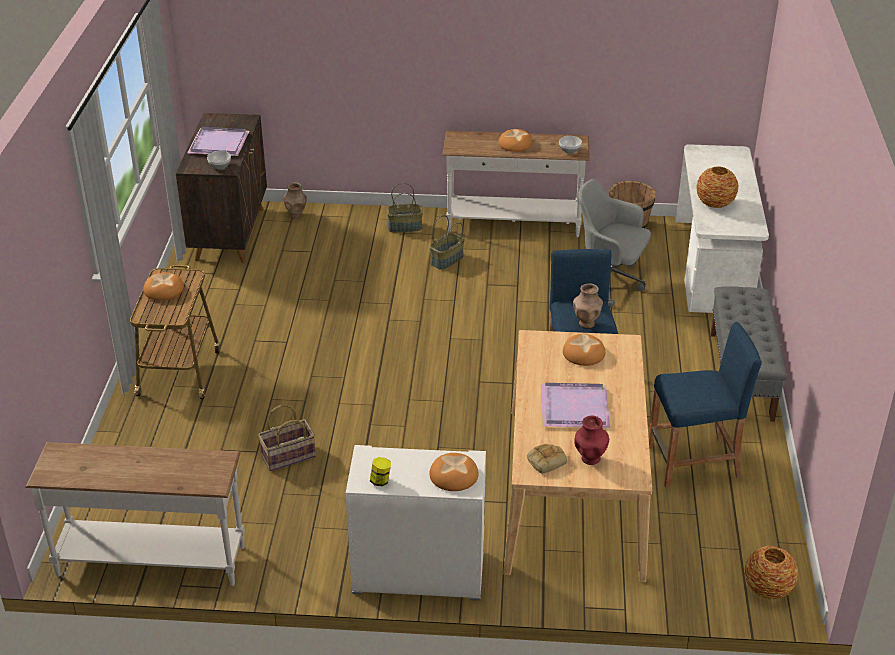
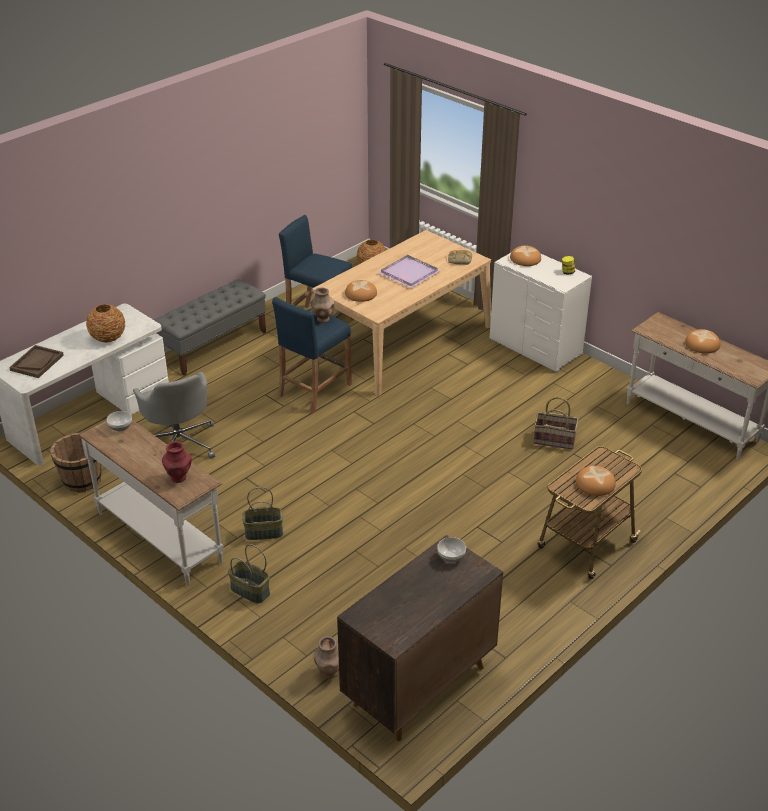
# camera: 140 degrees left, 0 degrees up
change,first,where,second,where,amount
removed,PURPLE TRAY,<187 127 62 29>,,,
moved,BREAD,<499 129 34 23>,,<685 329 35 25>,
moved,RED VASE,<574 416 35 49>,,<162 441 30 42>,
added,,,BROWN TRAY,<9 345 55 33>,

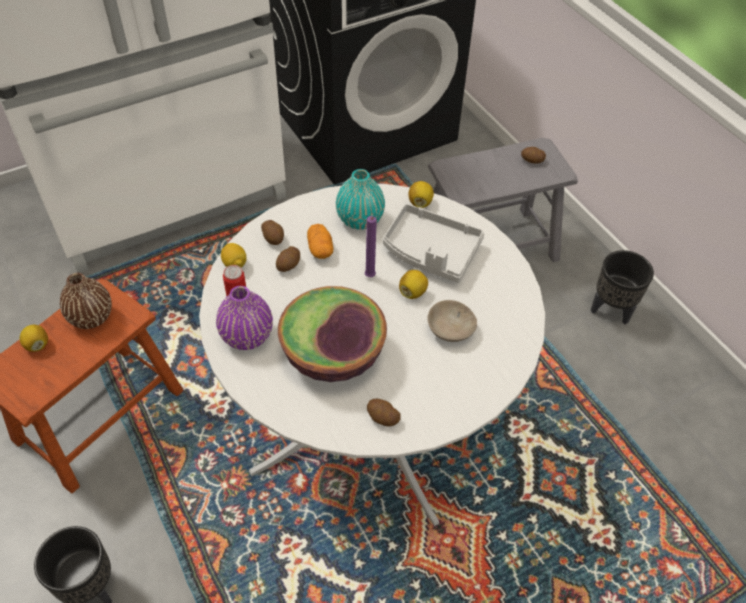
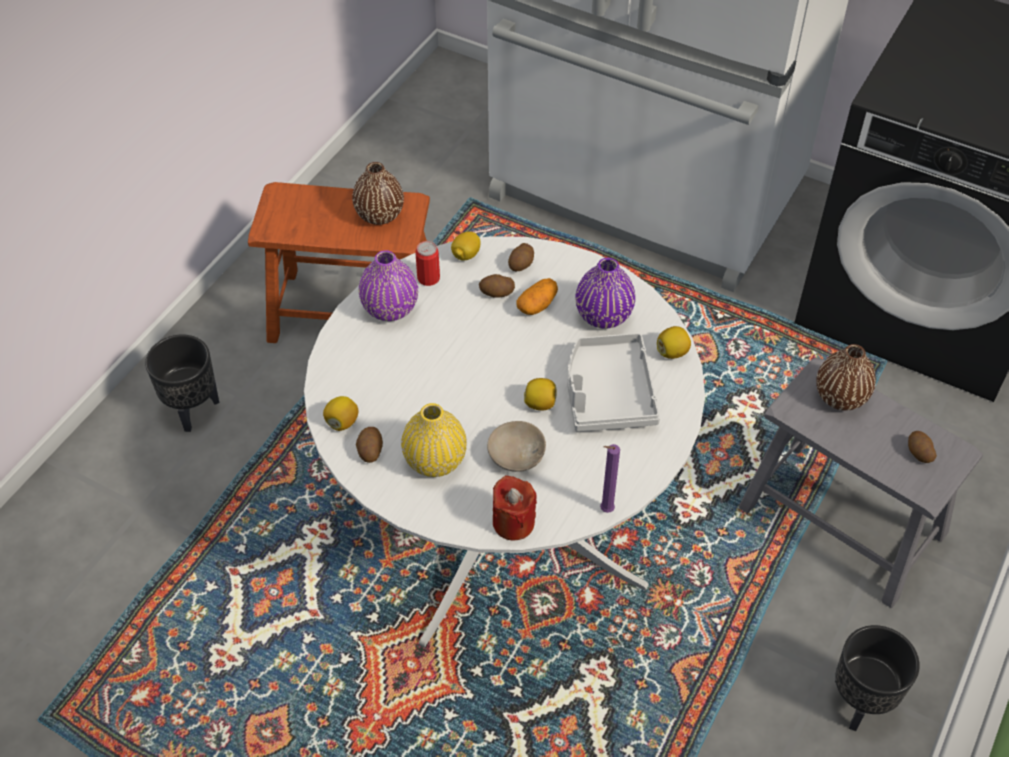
# camera: 60 degrees right, 0 degrees up
change,first,where,second,where,amount
recoloured,TURQUOISE VASE,<336 169 49 61>,PURPLE VASE,<576 258 59 71>,
moved,PURPLE CANDLE,<365 216 12 61>,,<600 444 20 69>,
removed,BOWL,<278 286 109 96>,,,
moved,LEMON,<20 325 28 27>,,<323 396 36 35>,
added,,,BROWN VASE,<816 344 60 67>,
added,,,YELLOW VASE,<401 403 66 74>,
added,,,RED CANDLE,<493 475 44 65>,

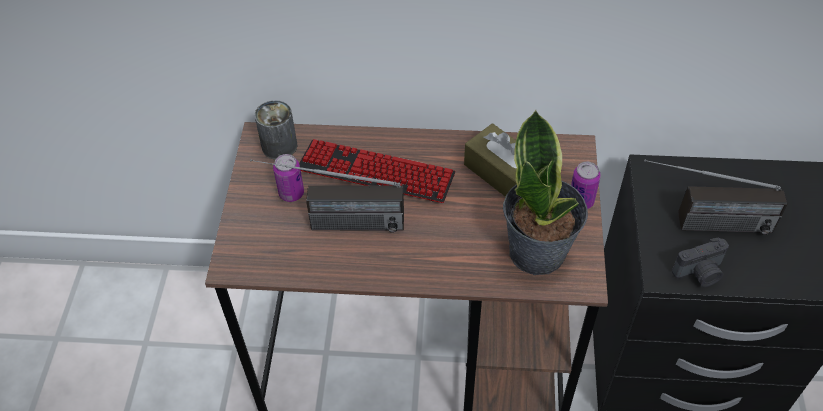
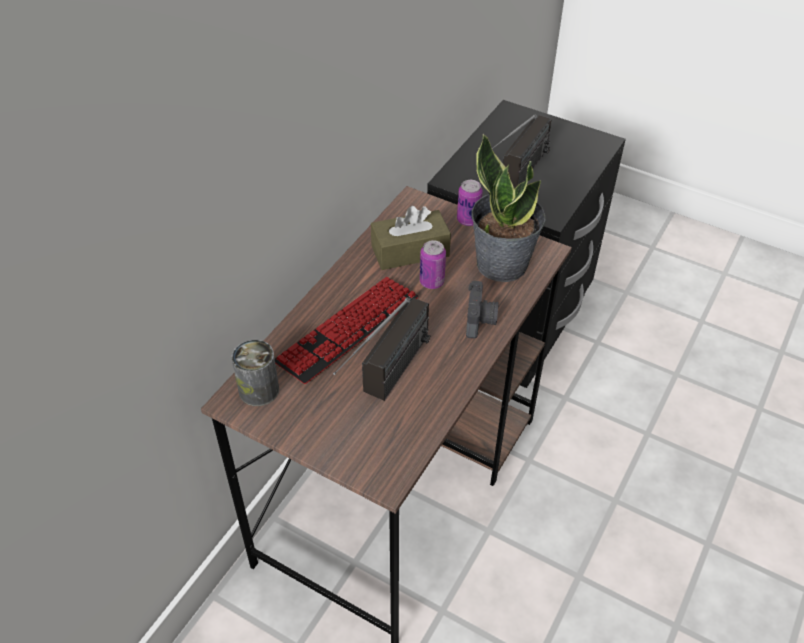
# camera: 65 degrees left, 5 degrees down
change,first,where,second,where,amount
moved,CAN,<273 154 31 48>,,<420 240 26 49>,
moved,PHOTO CAMERA,<672 237 57 50>,,<466 281 33 58>,

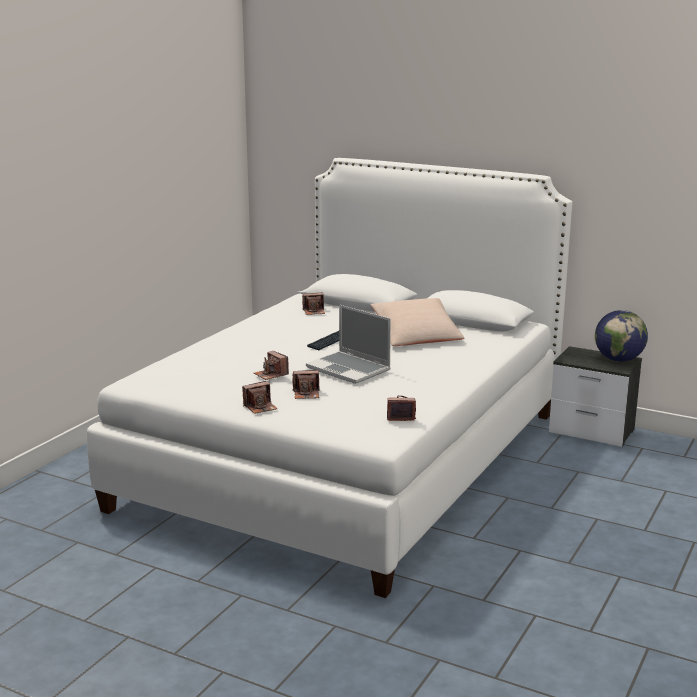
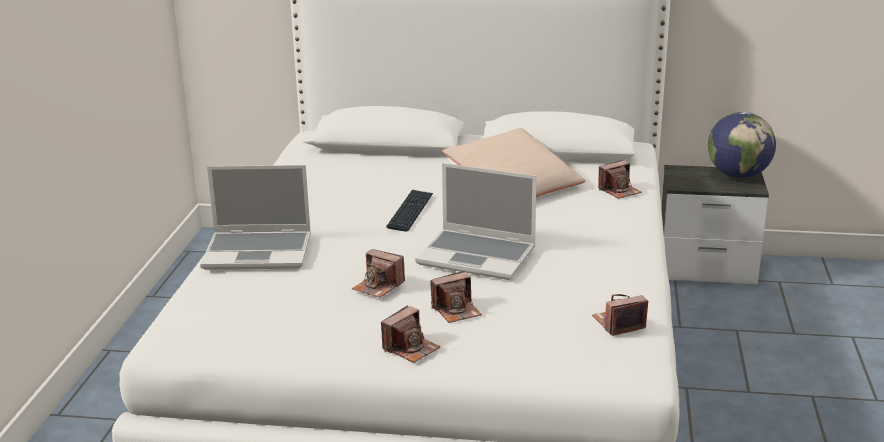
# camera: 20 degrees left, 5 degrees up
change,first,where,second,where,amount
moved,PHOTO CAMERA,<302 293 23 22>,,<598 160 44 39>,
added,,,LAPTOP,<200 165 111 105>,

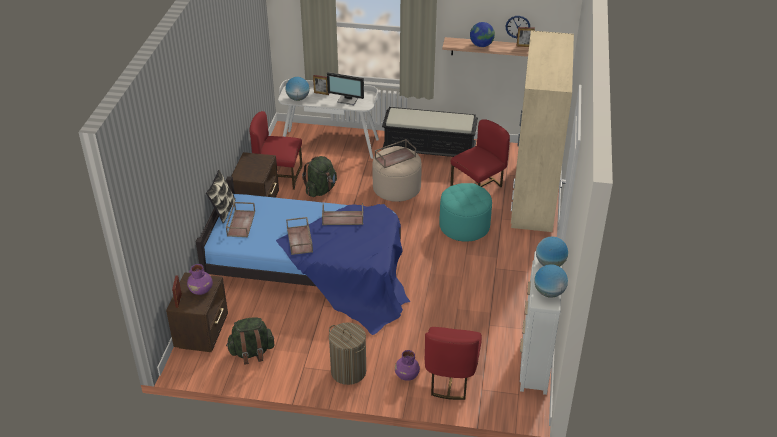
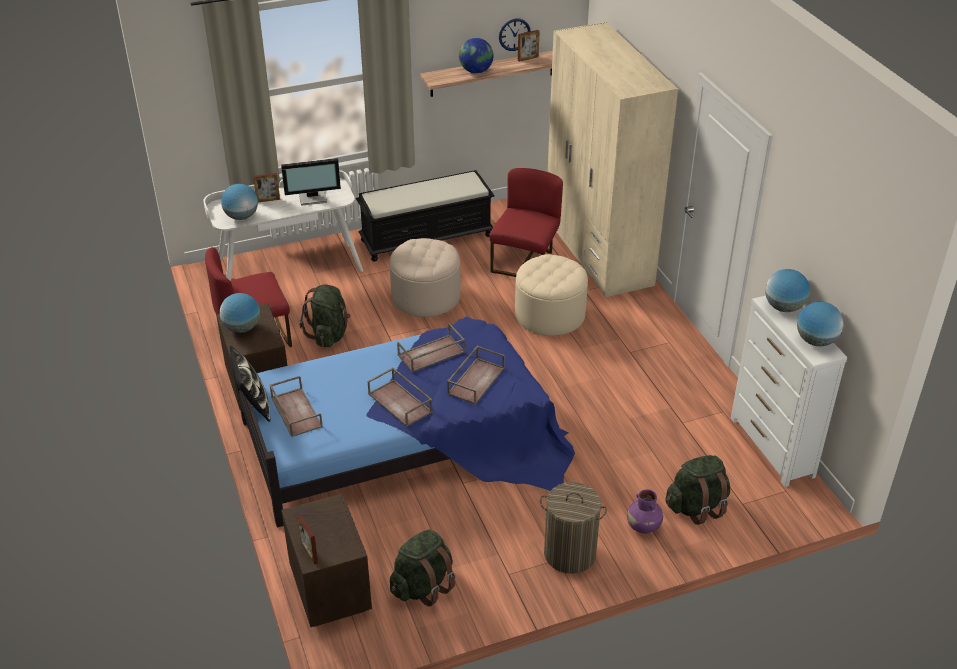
# camera: 30 degrees left, 0 degrees up
change,first,where,second,where,amount
moved,BROWN TRAY,<375 139 41 29>,,<447 346 58 59>,
recoloured,TURQUOISE OTTOMAN,<439 183 53 59>,BEIGE OTTOMAN,<515 254 73 82>,
removed,PURPLE VASE,<187 264 26 31>,,,
replaced,RED CHAIR,<425 327 57 73>,GREEN BACKPACK,<665 455 65 70>,
added,,,GLOBE,<220 293 40 40>,

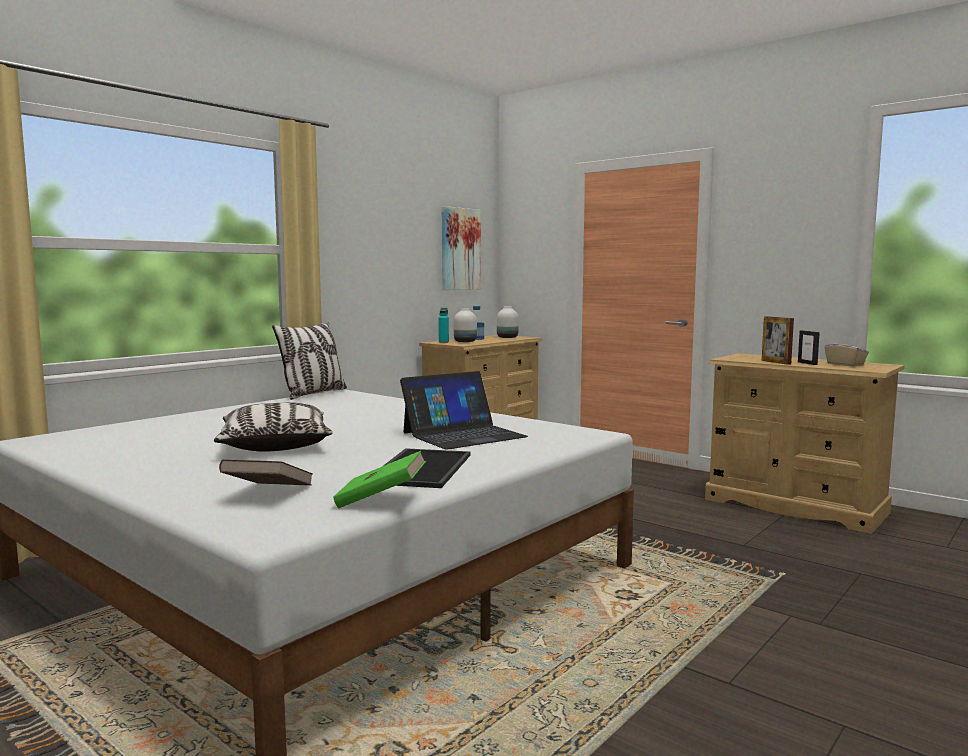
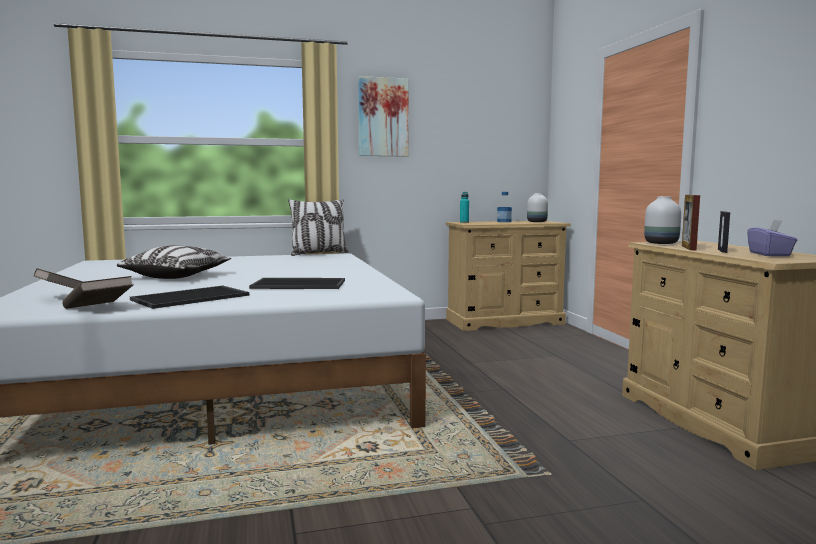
# camera: 35 degrees right, 0 degrees up
change,first,where,second,where,amount
moved,PICTURE,<442 206 39 84>,,<358 76 51 81>,
moved,WHITE VASE,<454 309 23 33>,,<644 196 37 48>,
recoloured,BEIGE TISSUE BOX,<825 337 44 29>,PURPLE TISSUE BOX,<747 220 50 36>,
replaced,LAPTOP,<400 371 128 79>,TRAY,<249 278 96 11>,
recoloured,GREEN BOOK,<333 451 93 57>,BROWN BOOK,<63 276 71 33>,

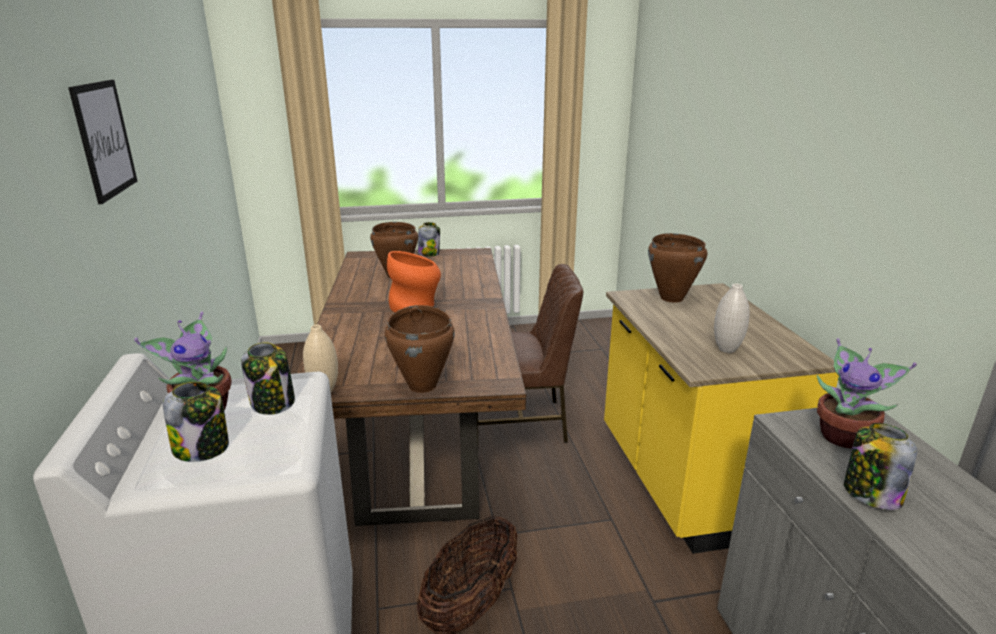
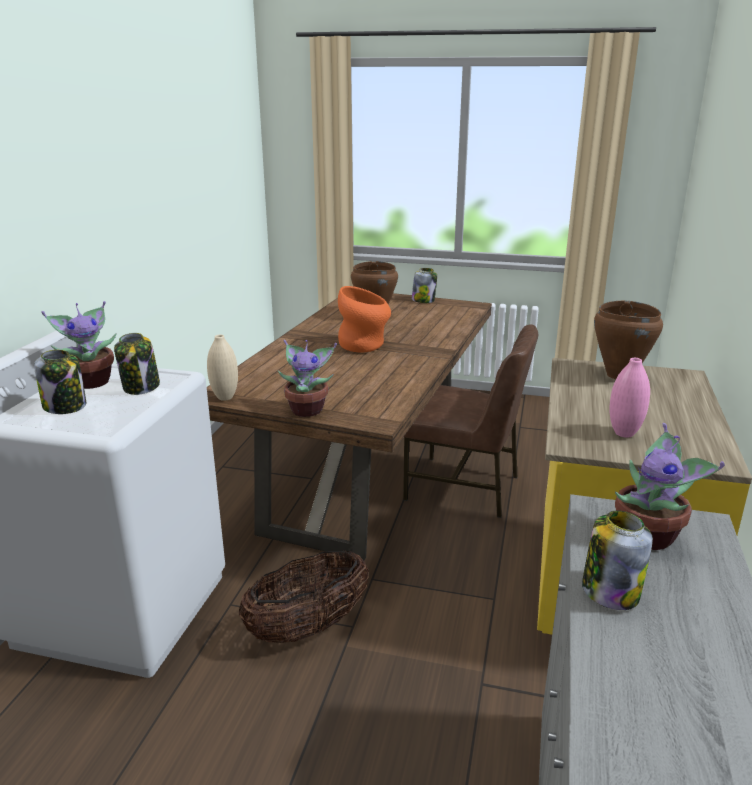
# camera: 25 degrees right, 0 degrees up
change,first,where,second,where,amount
removed,PICTURE,<68 80 69 124>,,,
recoloured,WHITE VASE,<714 283 36 70>,PINK VASE,<609 358 41 80>,
replaced,BROWN COOKING POT,<385 305 70 88>,POTTED PLANT,<278 340 59 77>,

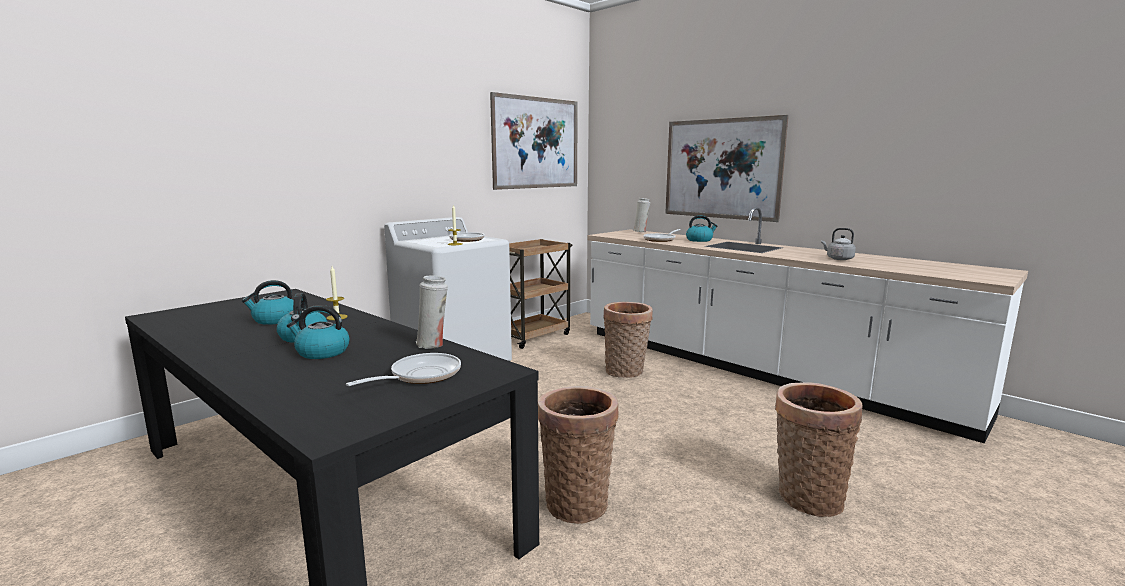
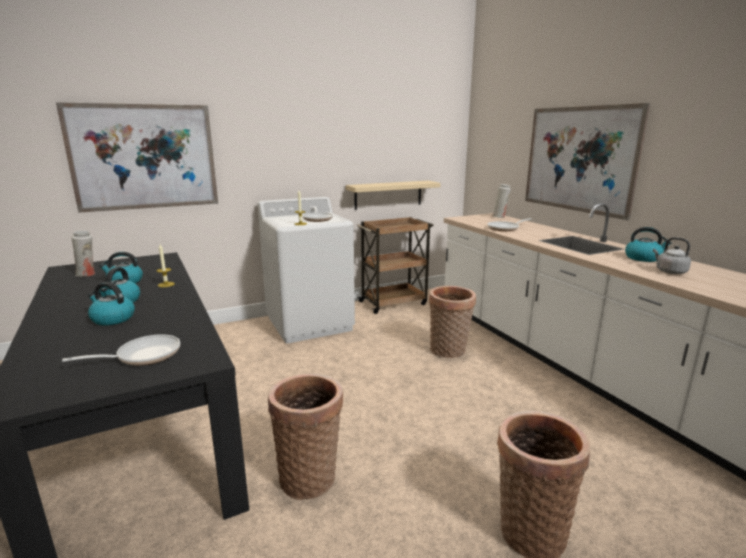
# camera: 20 degrees right, 5 degrees up
change,first,where,second,where,amount
moved,PICTURE,<490 92 88 98>,,<56 102 162 111>,
moved,KETTLE,<686 215 32 27>,,<625 227 47 35>,
moved,WHITE VASE,<416 275 32 74>,,<71 231 24 46>,
added,,,BEIGE SHELF,<346 181 95 29>,

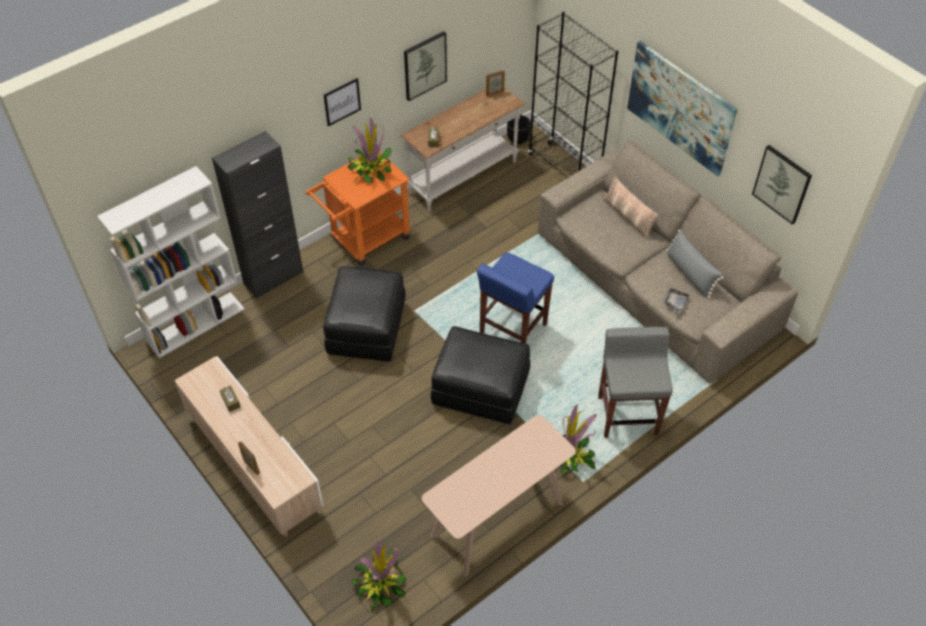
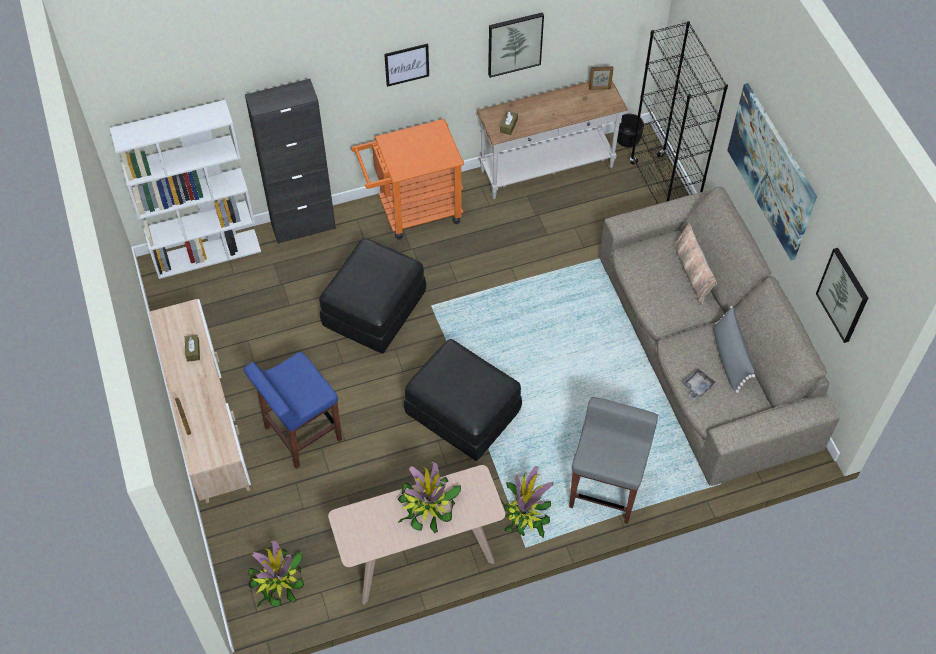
# camera: 20 degrees right, 5 degrees up
change,first,where,second,where,amount
moved,POTTED PLANT,<348 118 44 65>,,<397 462 64 71>,
moved,BLUE STOOL,<477 252 77 92>,,<244 352 98 117>,

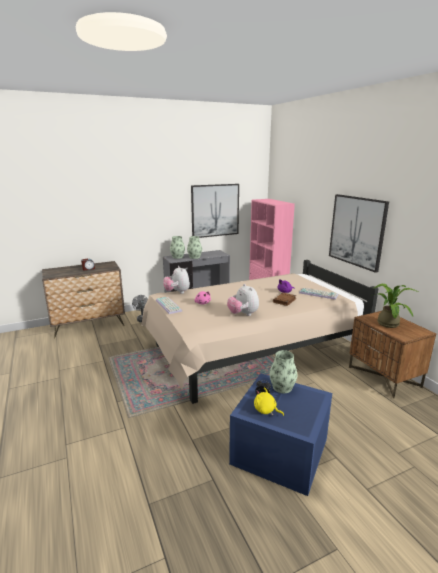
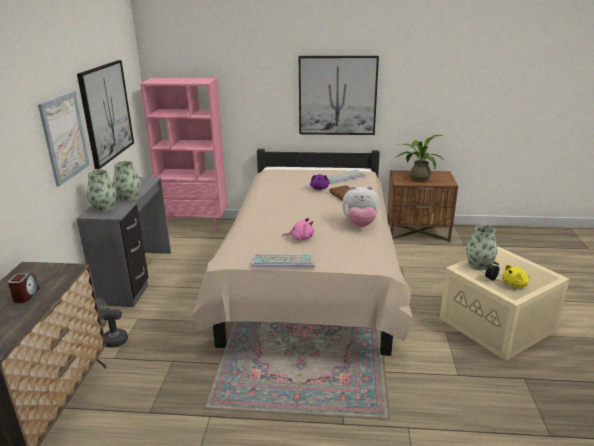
# camera: 60 degrees left, 5 degrees up
change,first,where,second,where,amount
removed,PLUSH TOY,<163 266 27 28>,,,
recoloured,BLUE STORAGE BOX,<229 373 103 123>,BEIGE STORAGE BOX,<440 247 130 114>,
added,,,PICTURE,<38 91 52 95>,

